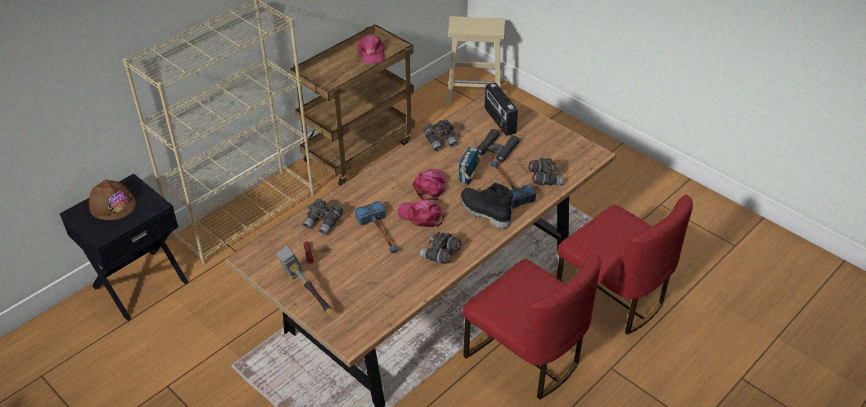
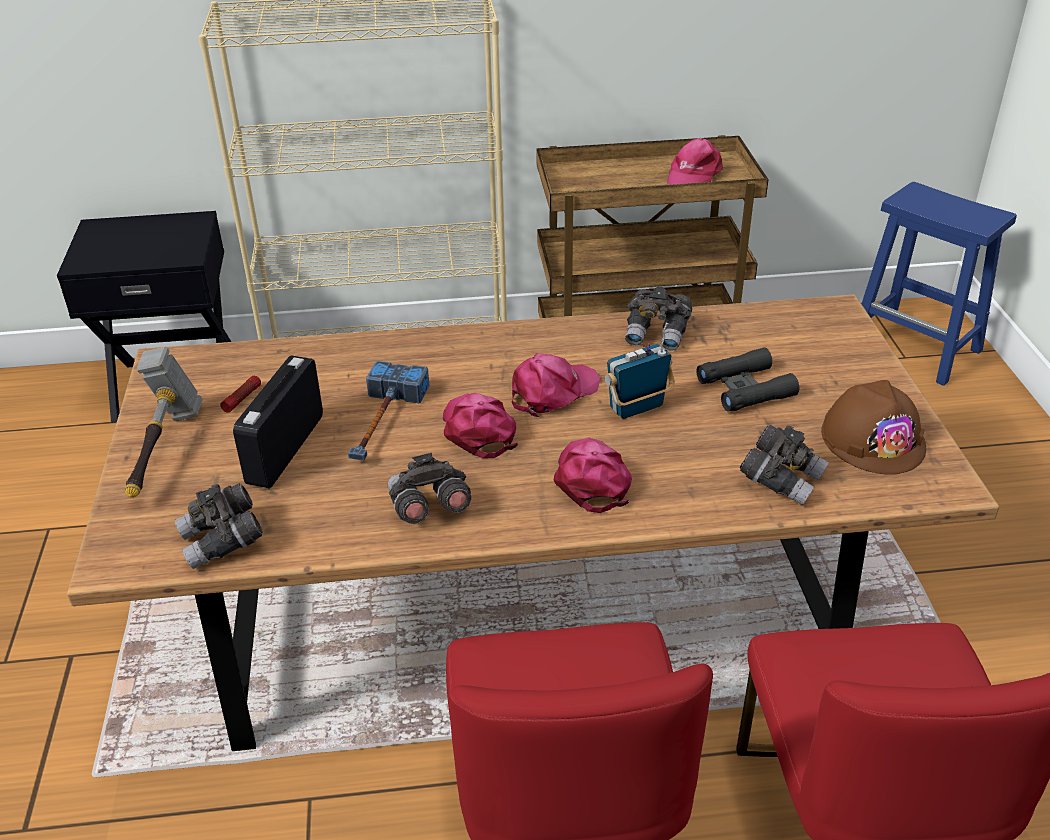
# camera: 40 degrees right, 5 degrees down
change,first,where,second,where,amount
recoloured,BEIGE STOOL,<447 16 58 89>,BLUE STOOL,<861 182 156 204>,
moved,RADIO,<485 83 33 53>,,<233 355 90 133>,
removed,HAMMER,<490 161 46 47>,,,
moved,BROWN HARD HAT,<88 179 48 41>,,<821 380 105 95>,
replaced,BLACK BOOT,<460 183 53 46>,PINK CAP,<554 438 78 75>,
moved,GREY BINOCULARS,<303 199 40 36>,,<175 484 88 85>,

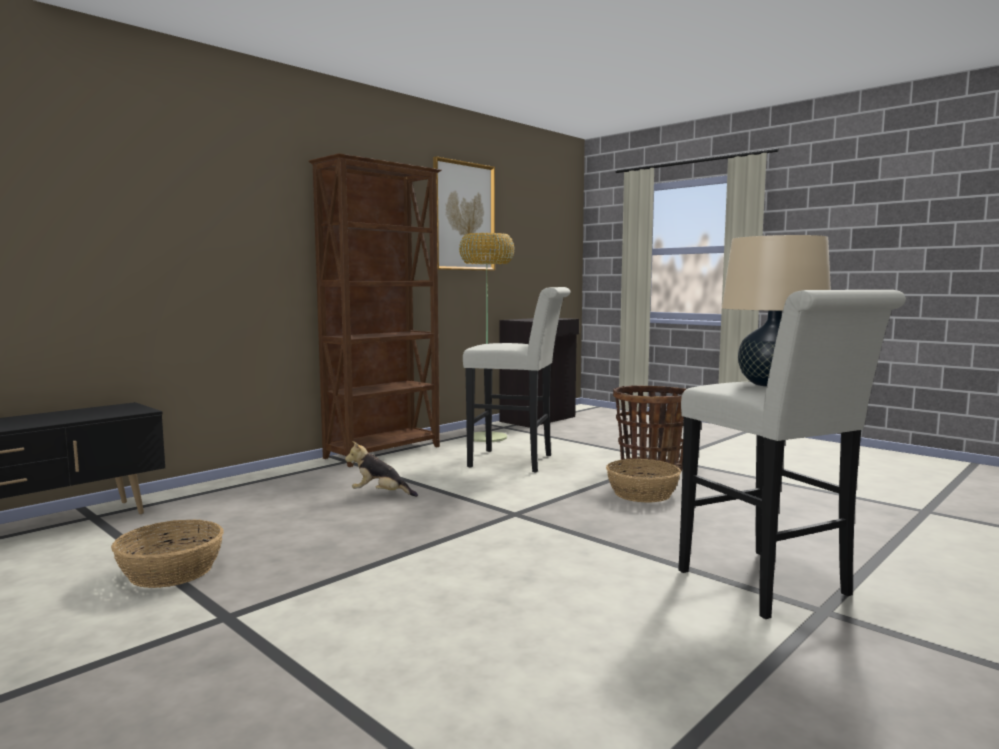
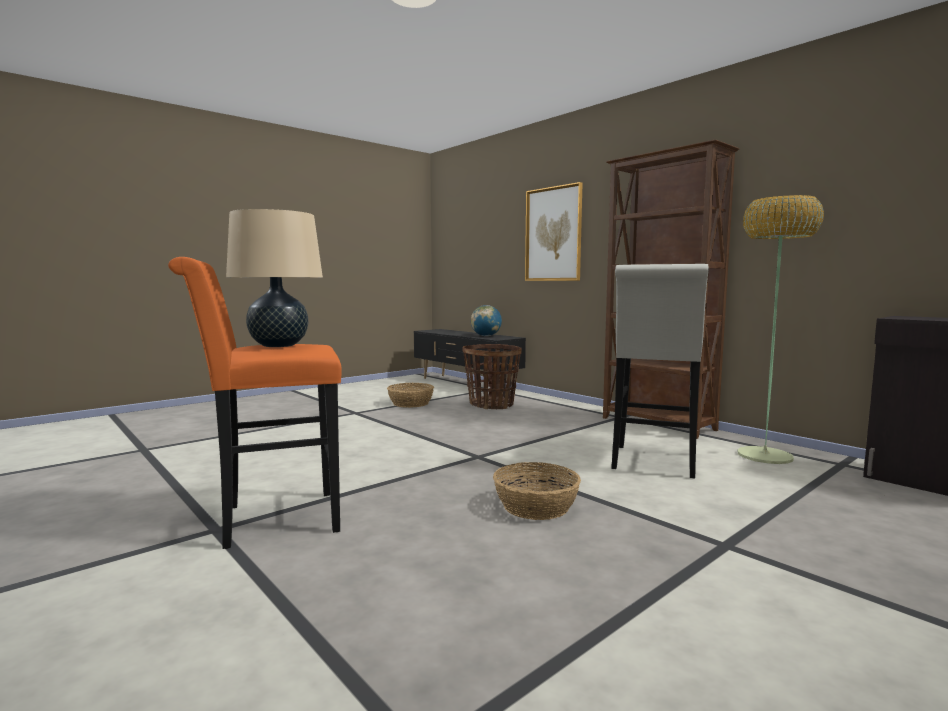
# camera: 95 degrees right, 0 degrees up
change,first,where,second,where,amount
moved,PICTURE,<433 156 62 115>,,<525 182 58 99>,
recoloured,WHITE STOOL,<678 290 228 329>,ORANGE STOOL,<168 257 174 292>,
moved,BASKET,<613 385 73 89>,,<463 344 59 66>,
removed,PLUSH TOY,<345 441 73 56>,,,
added,,,GLOBE,<471 305 31 31>,

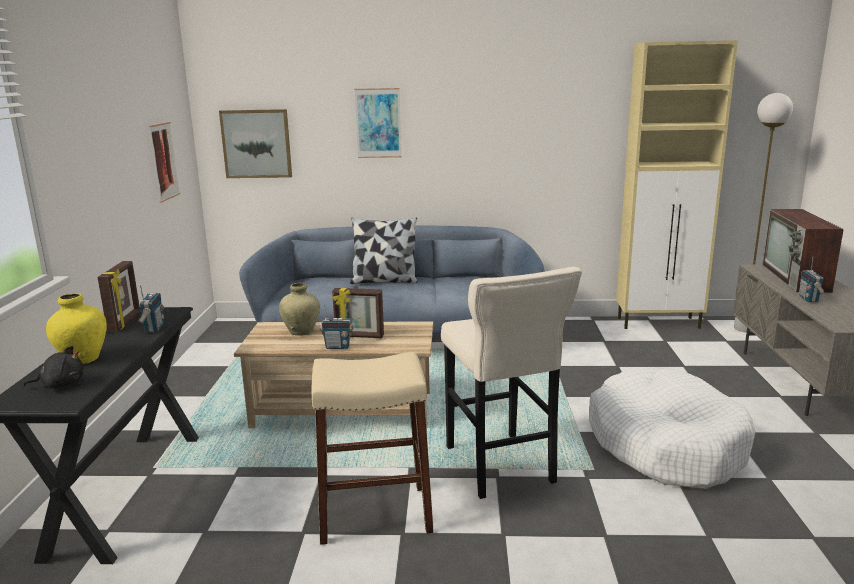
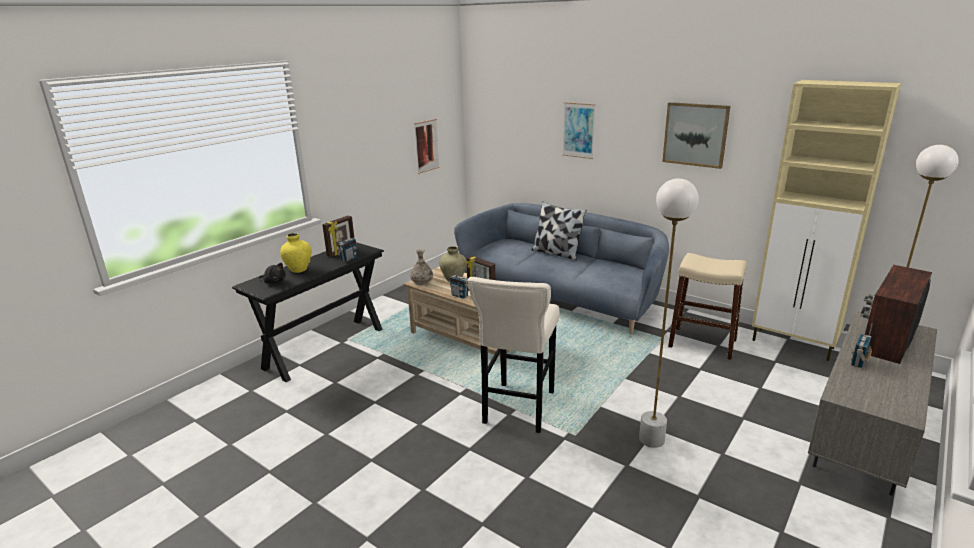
# camera: 35 degrees right, 5 degrees up
change,first,where,second,where,amount
moved,PICTURE,<219 109 73 69>,,<662 102 68 67>,
moved,BEIGE STOOL,<312 352 122 193>,,<668 253 79 107>,
replaced,WHITE DOG BED,<589 367 166 122>,WHITE FLOOR LAMP,<639 179 60 269>,
added,,,VASE,<410 249 23 37>,

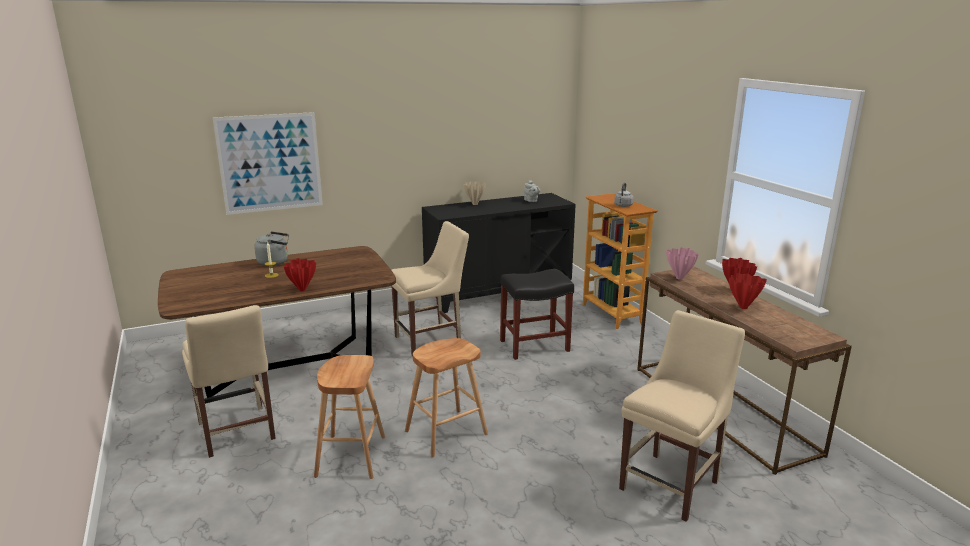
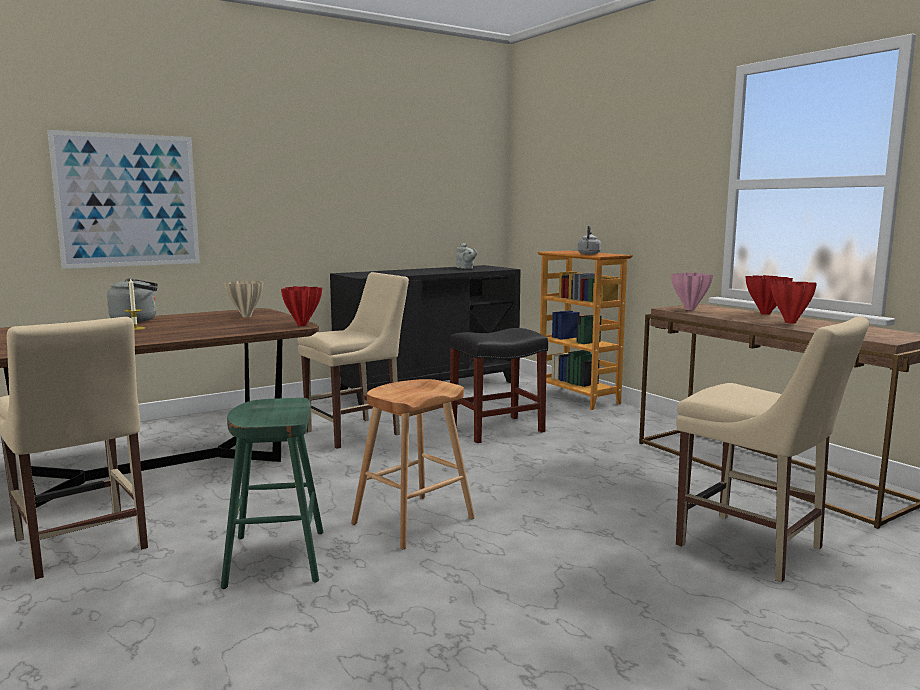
# camera: 10 degrees left, 10 degrees down
change,first,where,second,where,amount
moved,BEIGE VASE,<463 181 23 24>,,<224 281 39 36>,
moved,RED VASE,<284 258 32 33>,,<281 286 41 40>,
turned,BEIGE CHAIR,<619 310 126 211>,,<676 316 193 266>,105 degrees clockwise
recoloured,BROWN STOOL,<314 355 71 124>,GREEN STOOL,<221 398 102 191>,

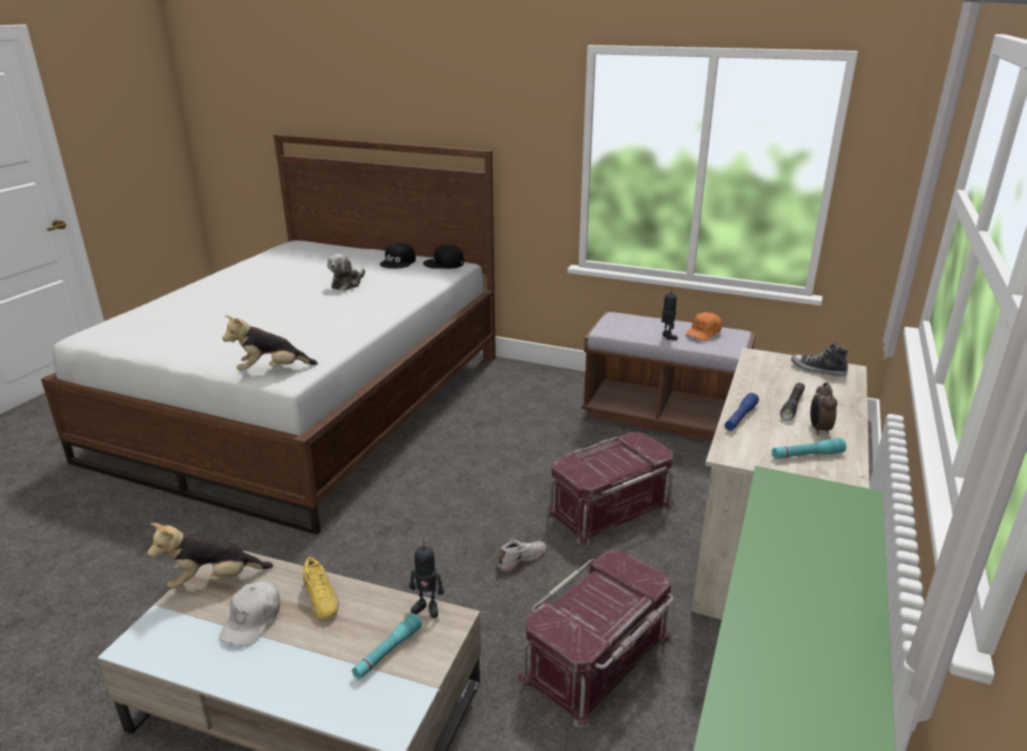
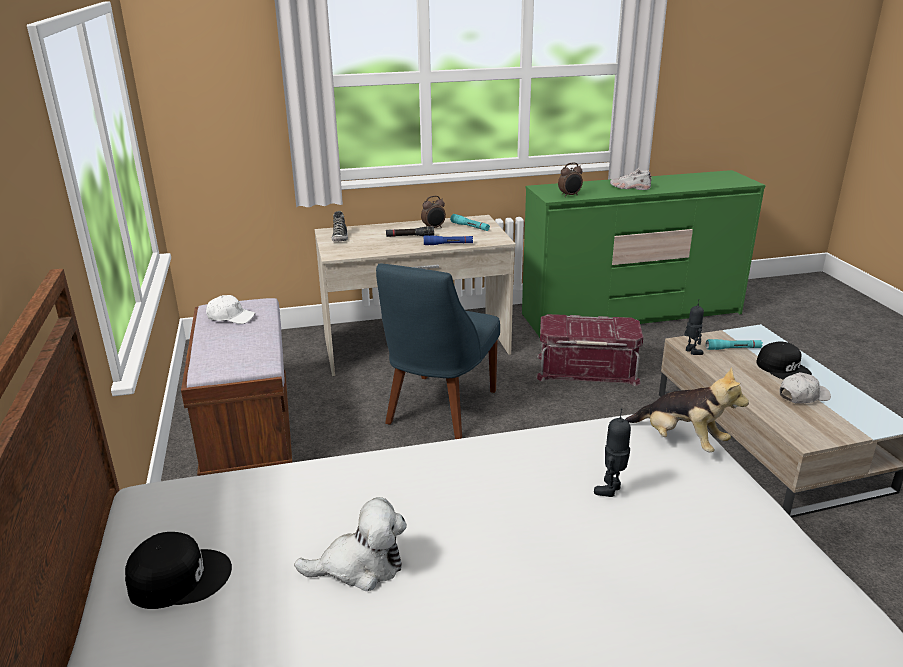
# camera: 125 degrees left, 0 degrees up
change,first,where,second,where,amount
moved,BLACK CAP,<423 245 41 24>,,<756 341 56 39>,
moved,TOY ROBOT,<661 289 17 51>,,<594 408 37 89>,
recoloured,ORANGE CAP,<685 312 37 29>,WHITE CAP,<206 295 49 29>,
replaced,RED STORAGE BOX,<545 432 129 113>,BLUE CHAIR,<376 264 124 175>,
removed,PLUSH TOY,<147 523 126 66>,,,
moved,WHITE SHOE,<497 539 49 32>,,<610 167 41 23>,
removed,YELLOW SHOE,<303 557 36 62>,,,
added,,,ALARM CLOCK,<558 162 25 35>,

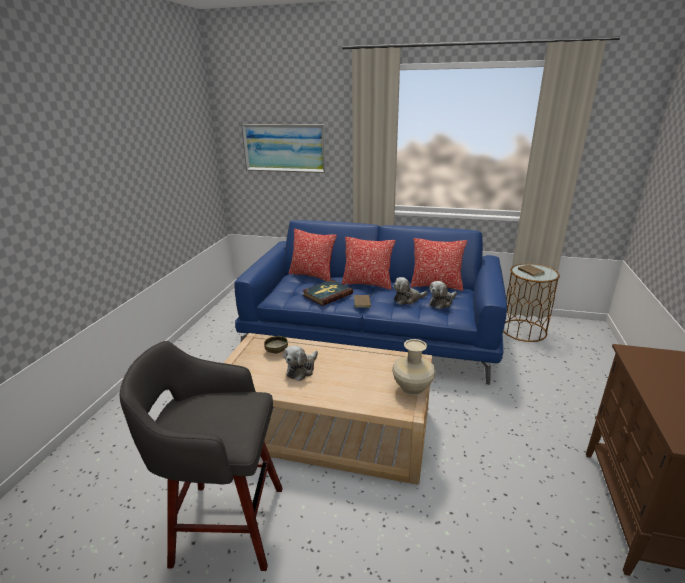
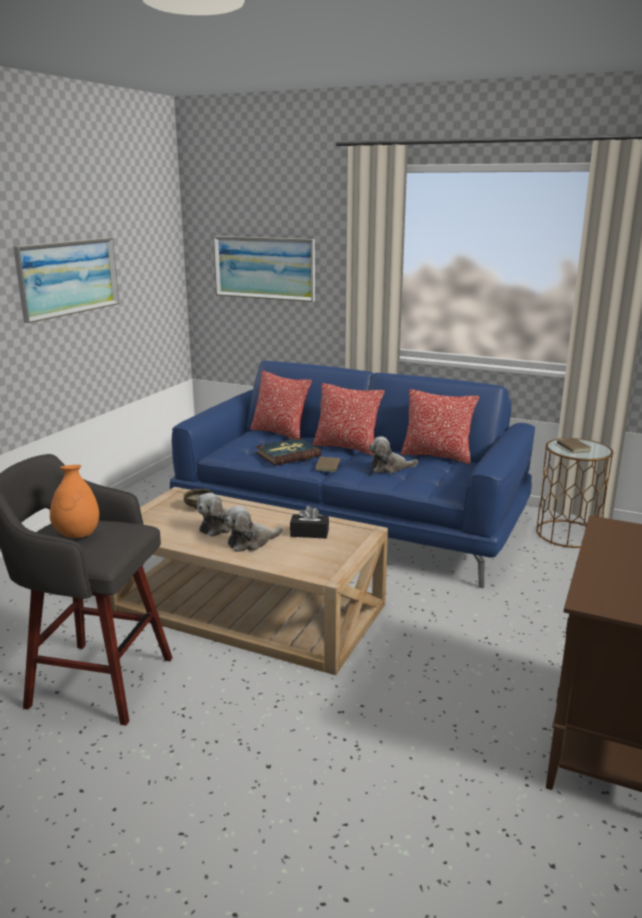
# camera: 10 degrees right, 5 degrees down
change,first,where,second,where,amount
moved,PLUSH TOY,<429 281 28 28>,,<224 506 59 46>,
removed,BEIGE VASE,<392 339 44 57>,,,
added,,,PICTURE,<13 238 106 85>,
added,,,ORANGE VASE,<50 465 49 73>,
added,,,BLACK TISSUE BOX,<290 505 39 34>,

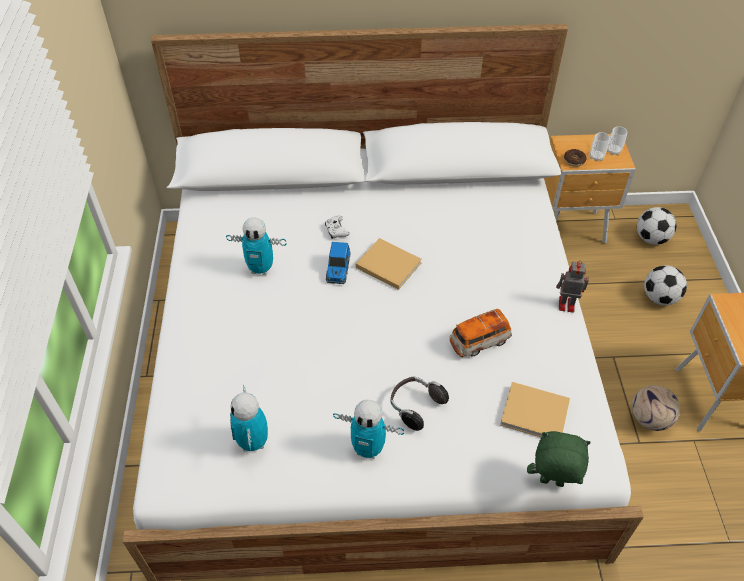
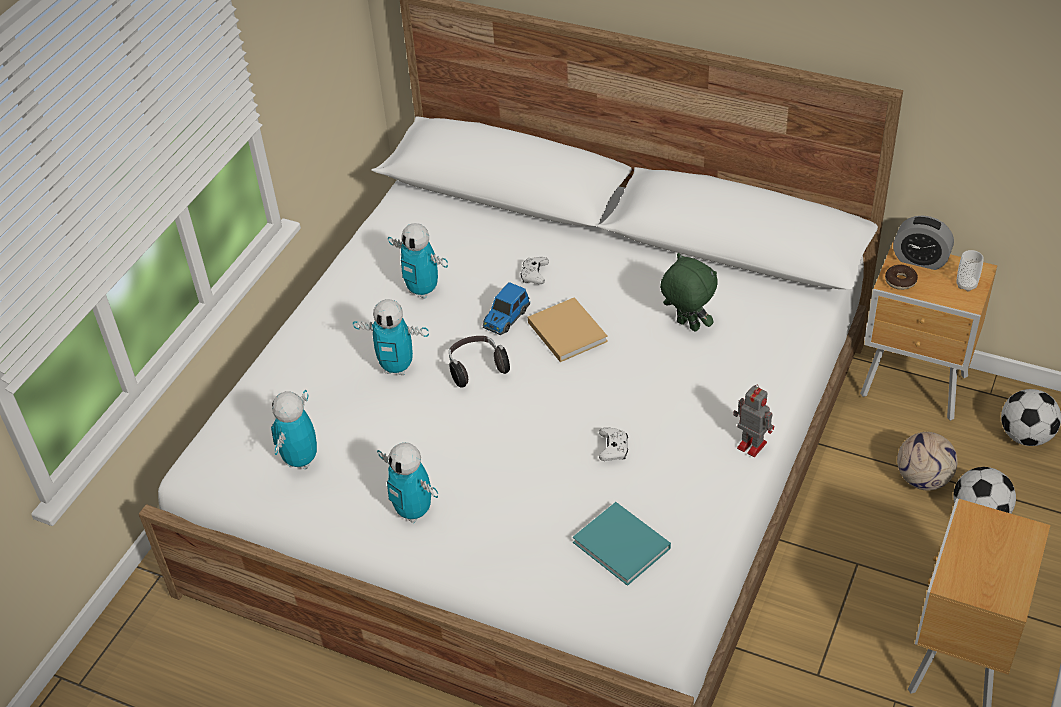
# camera: 30 degrees right, 5 degrees down
change,first,where,second,where,amount
removed,CUP,<590 132 20 29>,,,
replaced,TOY CAR,<450 309 62 48>,WHITE GAME CONTROLLER,<599 427 29 34>,
moved,HEADPHONES,<390 377 59 54>,,<449 336 61 52>,
recoloured,BEIGE BOOK,<500 382 70 55>,TURQUOISE BOOK,<573 502 98 84>,
moved,FOOTBALL,<632 385 48 46>,,<897 432 61 59>,
moved,GREEN PLUSH TOY,<527 431 64 56>,,<660 253 58 79>,
added,,,ALARM CLOCK,<893 215 61 55>,
added,,,TOY ROBOT,<353 299 76 76>,

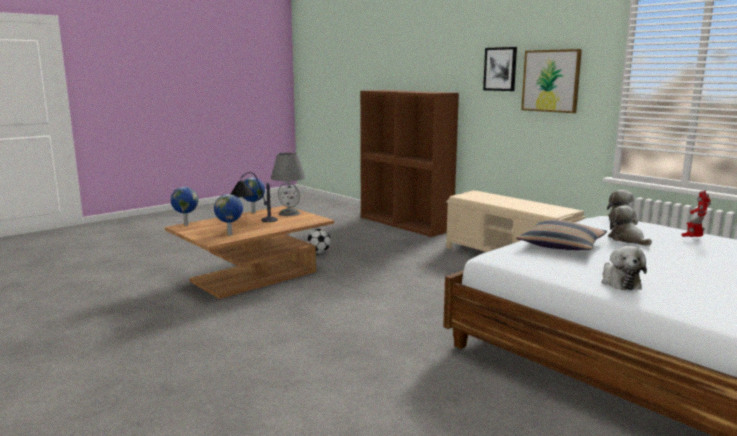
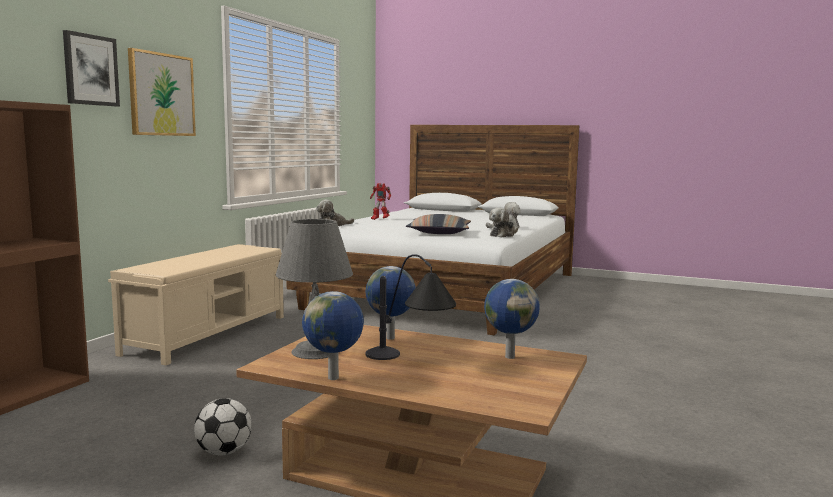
# camera: 115 degrees left, 5 degrees down
change,first,where,second,where,amount
moved,GLOBE,<170 187 28 39>,,<366 266 50 74>,
moved,PLUSH TOY,<608 206 44 40>,,<489 208 29 30>,

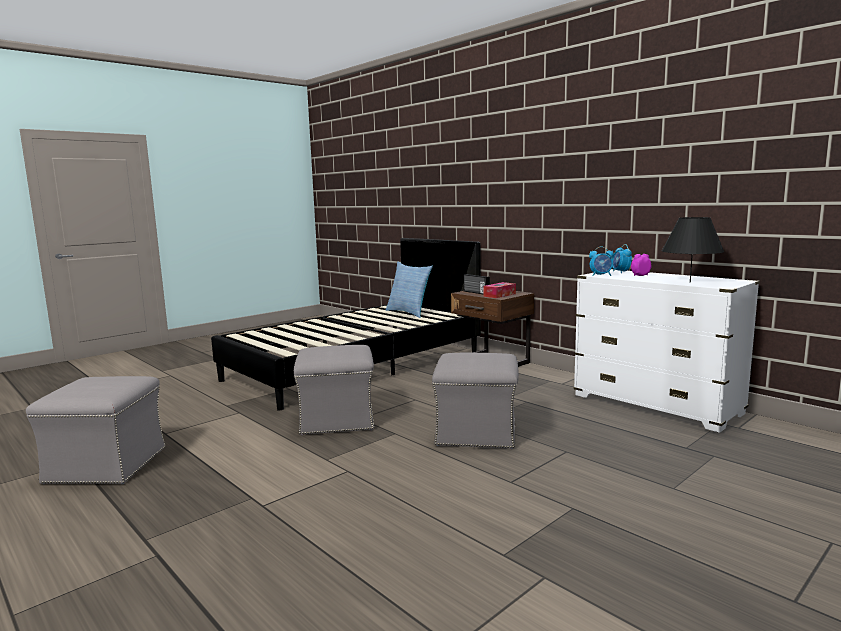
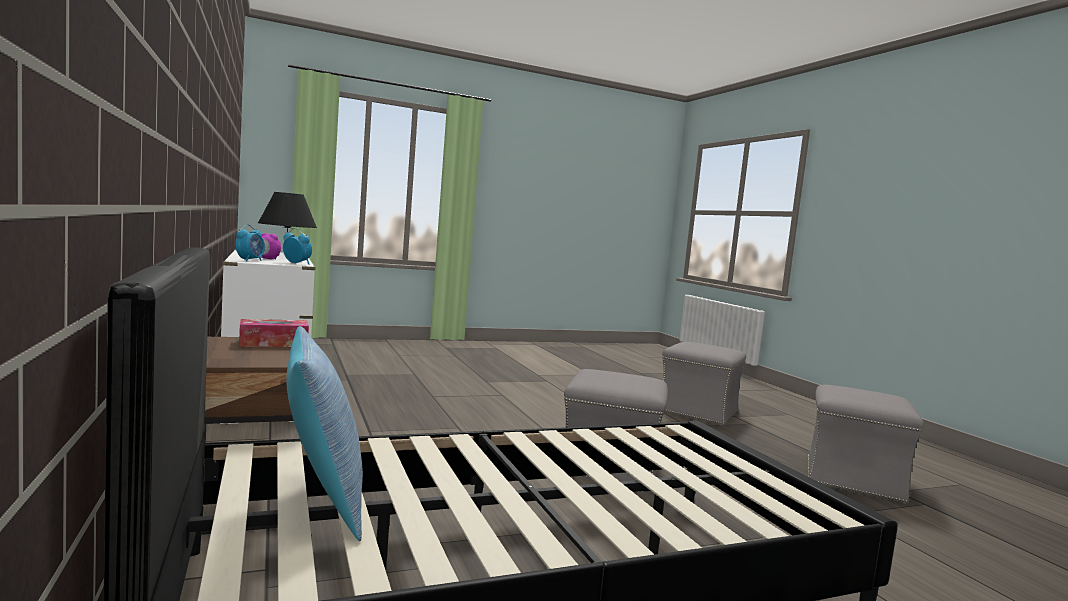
# camera: 160 degrees left, 5 degrees down
change,first,where,second,where,amount
removed,RADIO,<464 274 26 21>,,,
moved,GREY OTTOMAN,<432 353 87 96>,,<662 342 84 83>,

